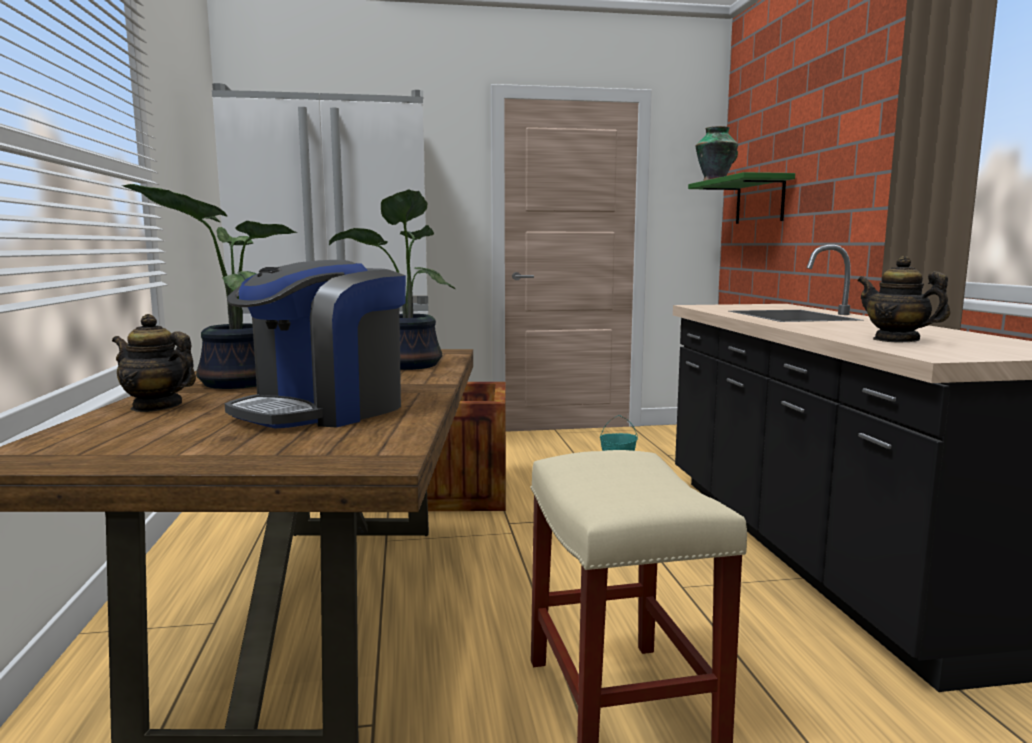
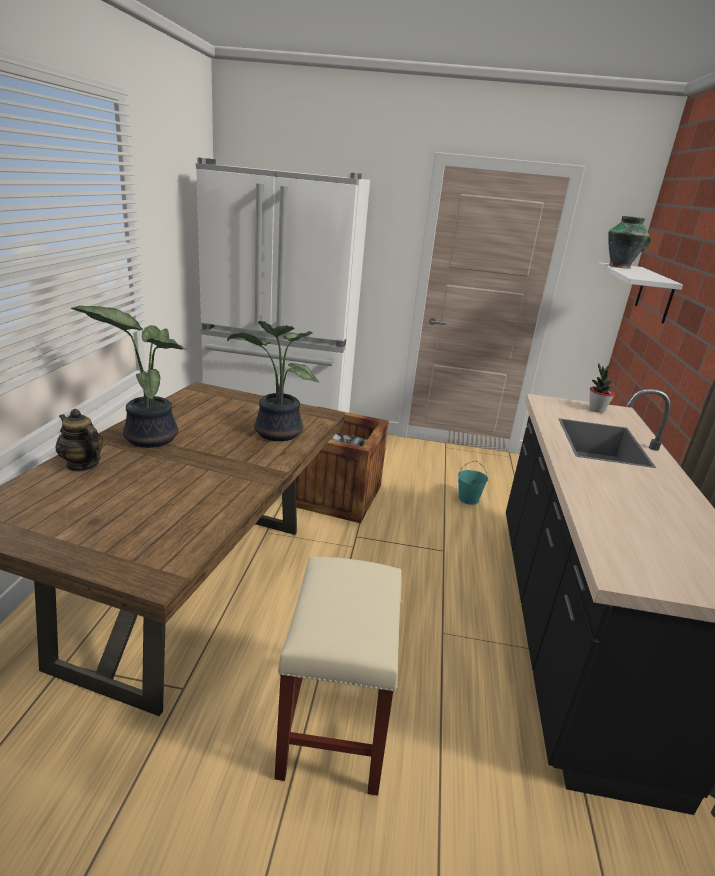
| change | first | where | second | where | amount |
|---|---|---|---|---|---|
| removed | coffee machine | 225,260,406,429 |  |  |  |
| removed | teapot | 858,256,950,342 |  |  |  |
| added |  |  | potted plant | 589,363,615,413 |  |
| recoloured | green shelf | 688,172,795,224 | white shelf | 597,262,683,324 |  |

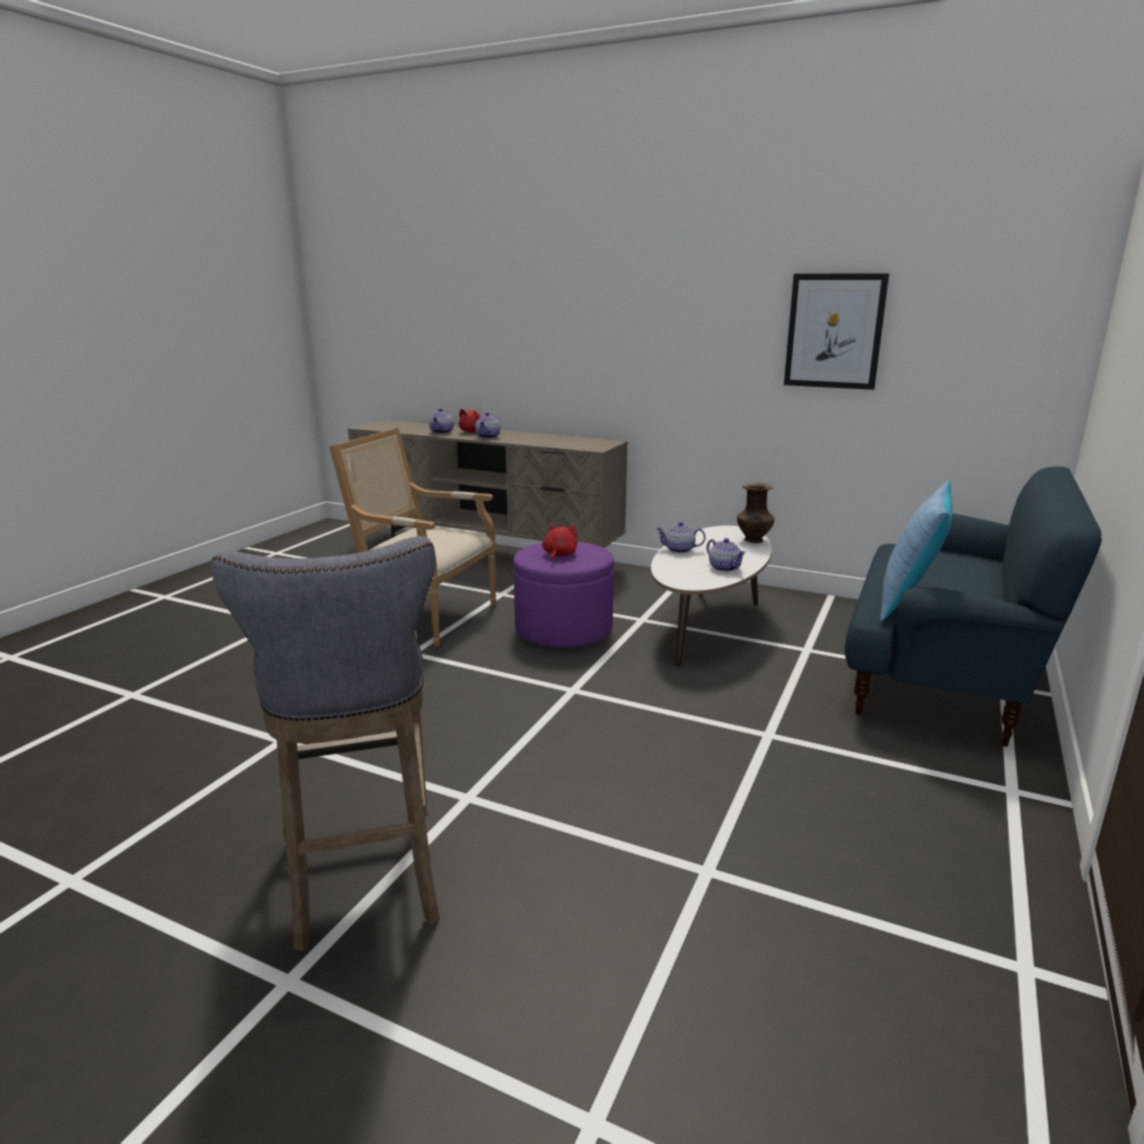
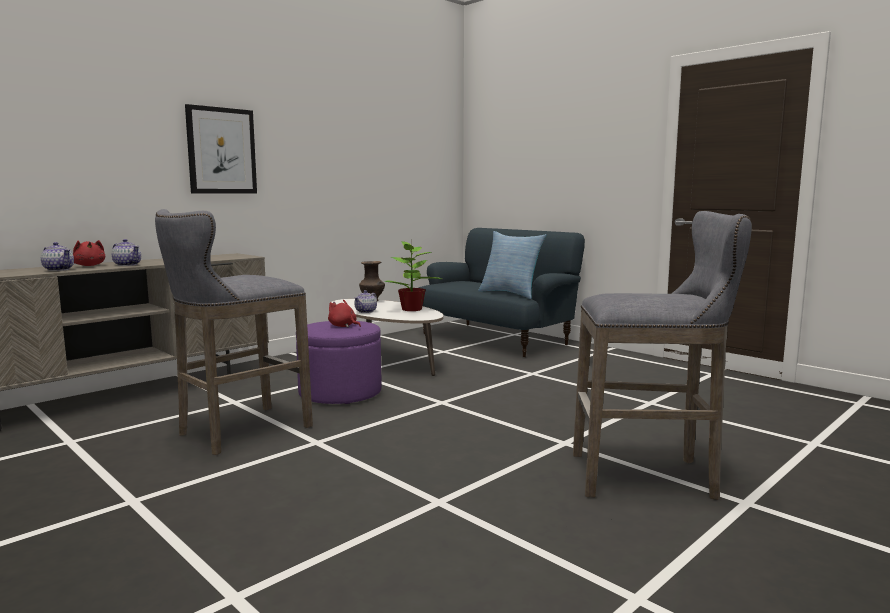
| change | first | where | second | where | amount |
|---|---|---|---|---|---|
| moved | picture | 784,273,889,390 |  | 185,104,257,193 |  |
| replaced | armchair | 329,428,497,647 | grey stool | 155,209,313,455 |  |
| replaced | teapot | 706,538,746,572 | potted plant | 384,238,442,311 |  |

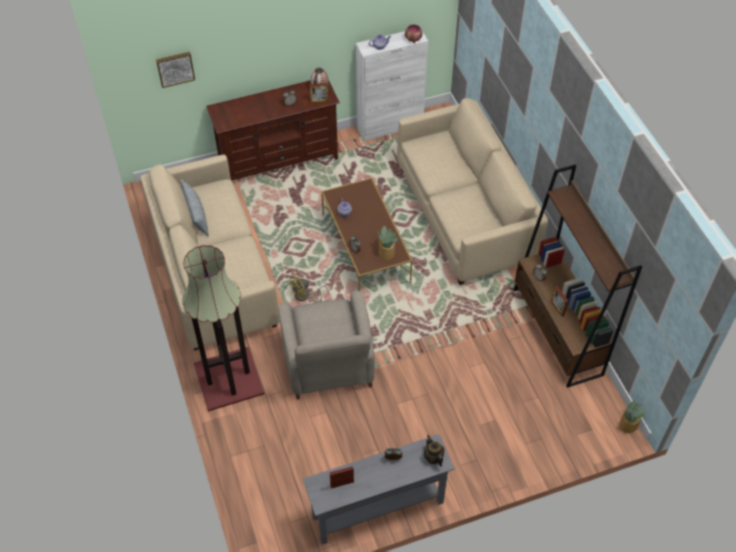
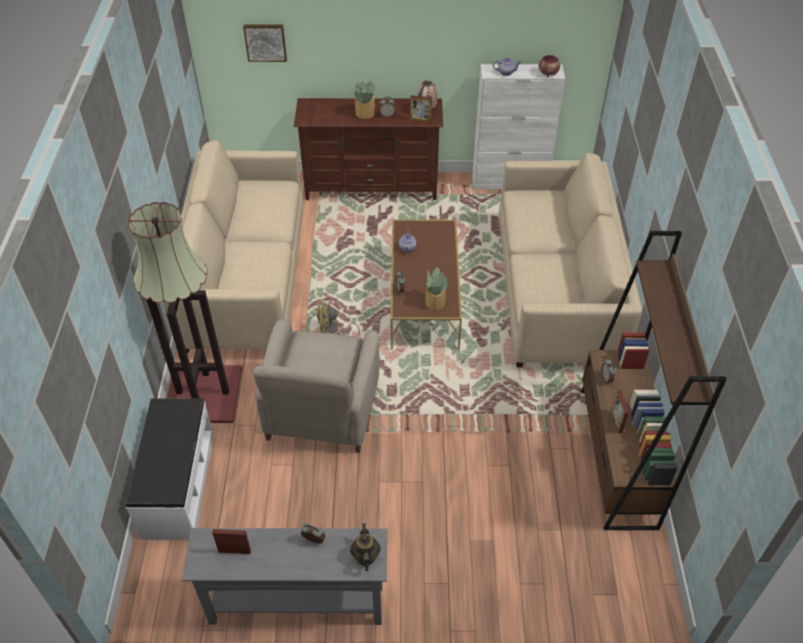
| change | first | where | second | where | amount |
|---|---|---|---|---|---|
| removed | pillow | 181,179,209,237 |  |  |  |
| added |  |  | white bench | 126,398,214,540 |  |
| moved | potted plant | 619,400,645,433 |  | 351,81,375,119 |  |

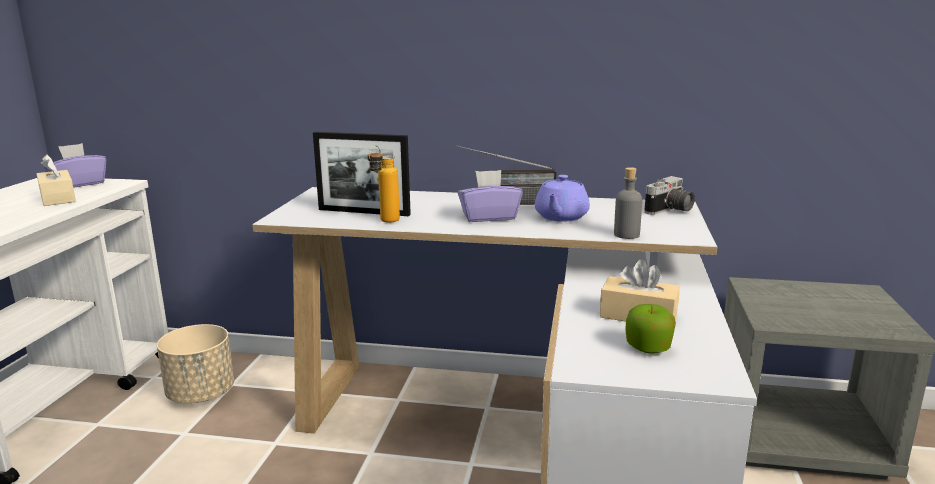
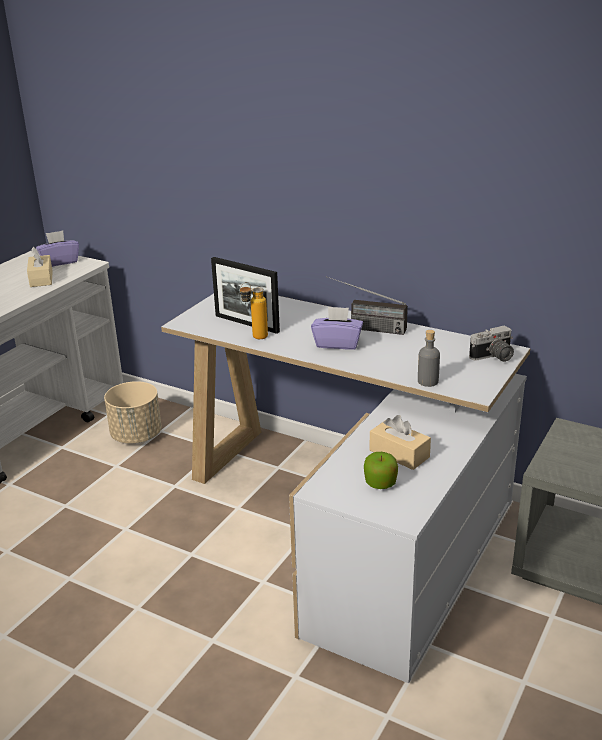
| change | first | where | second | where | amount |
|---|---|---|---|---|---|
| removed | purple teapot | 535,175,590,222 |  |  |  |

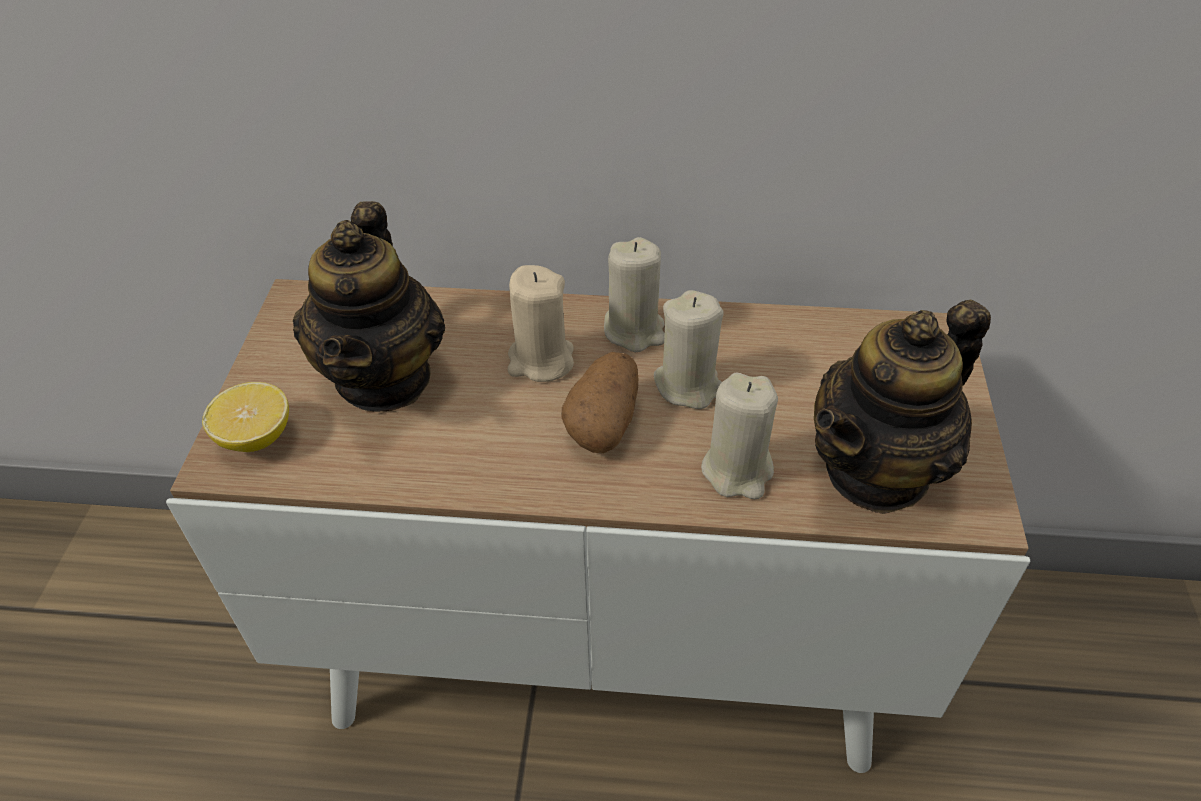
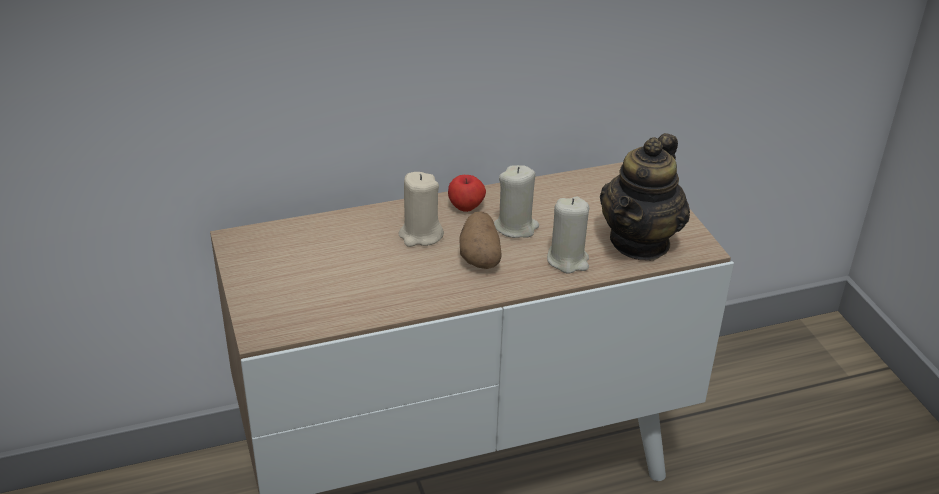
| change | first | where | second | where | amount |
|---|---|---|---|---|---|
| removed | lemon | 202,382,289,452 |  |  |  |
| removed | teapot | 293,201,445,412 |  |  |  |
| replaced | beige candle | 604,237,665,352 | apple | 448,175,486,212 |  |

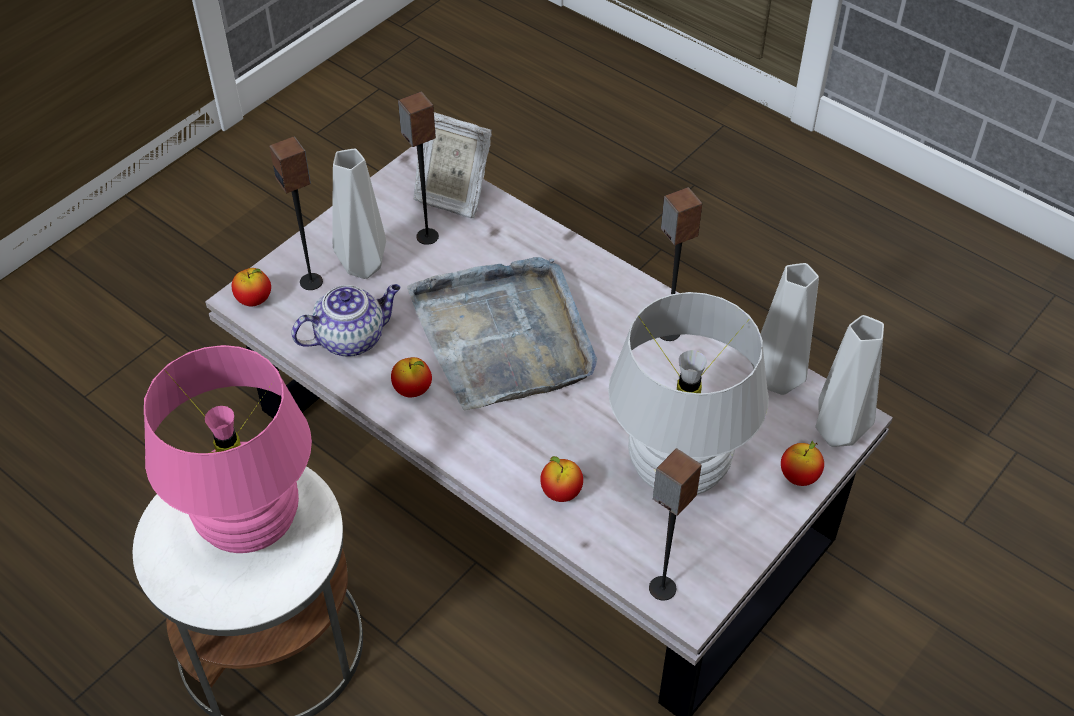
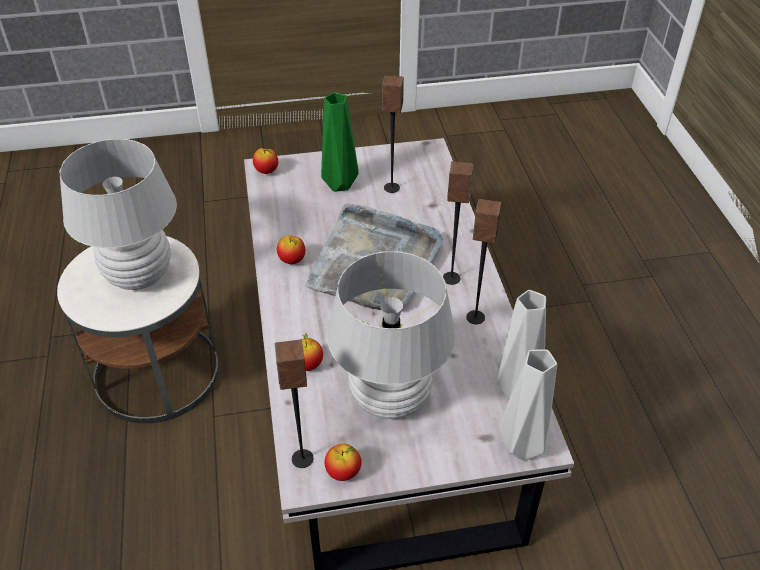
| change | first | where | second | where | amount |
|---|---|---|---|---|---|
| removed | teapot | 291,284,400,357 |  |  |  |
| removed | picture frame | 414,112,492,218 |  |  |  |
| moved | speaker | 269,136,323,290 |  | 443,161,473,285 |  |
| moved | apple | 781,441,824,486 |  | 325,444,362,481 |  |
| recoloured | pink table lamp | 144,345,312,553 | white table lamp | 59,139,177,290 |  |
| recoloured | grey vase | 333,149,386,279 | green vase | 321,92,359,192 |  |

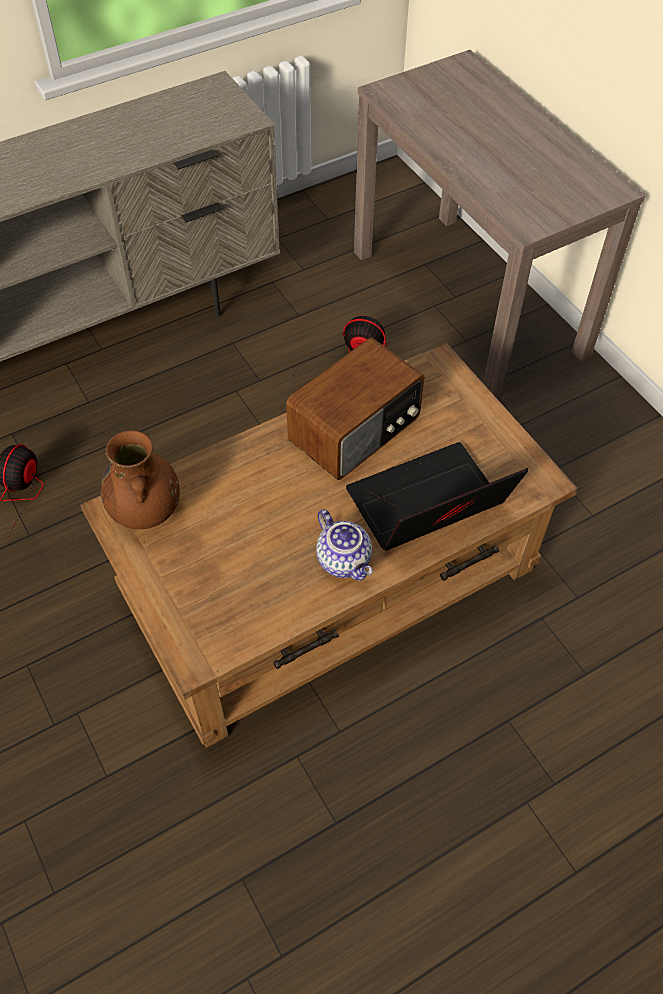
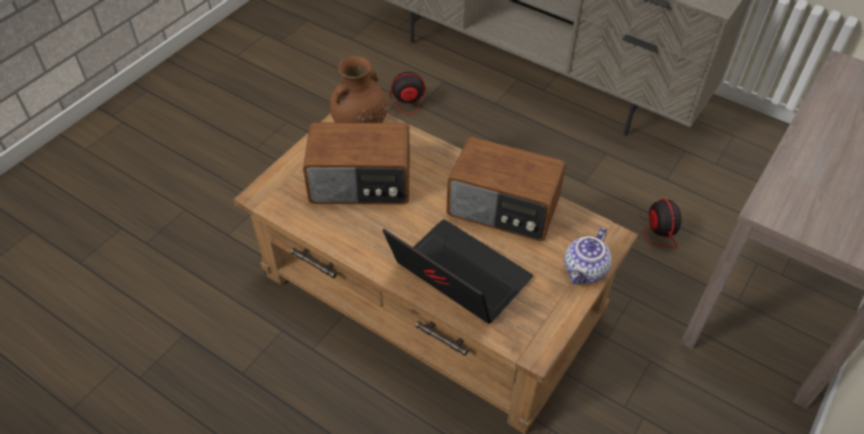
| change | first | where | second | where | amount |
|---|---|---|---|---|---|
| added |  |  | radio | 303,122,410,205 |  |
| moved | teapot | 316,509,372,581 |  | 564,227,612,284 |  |

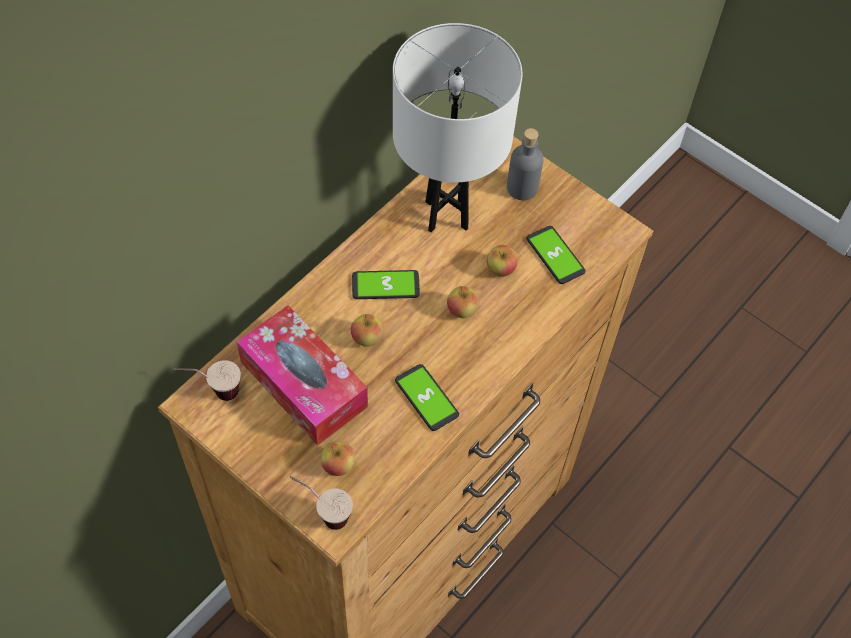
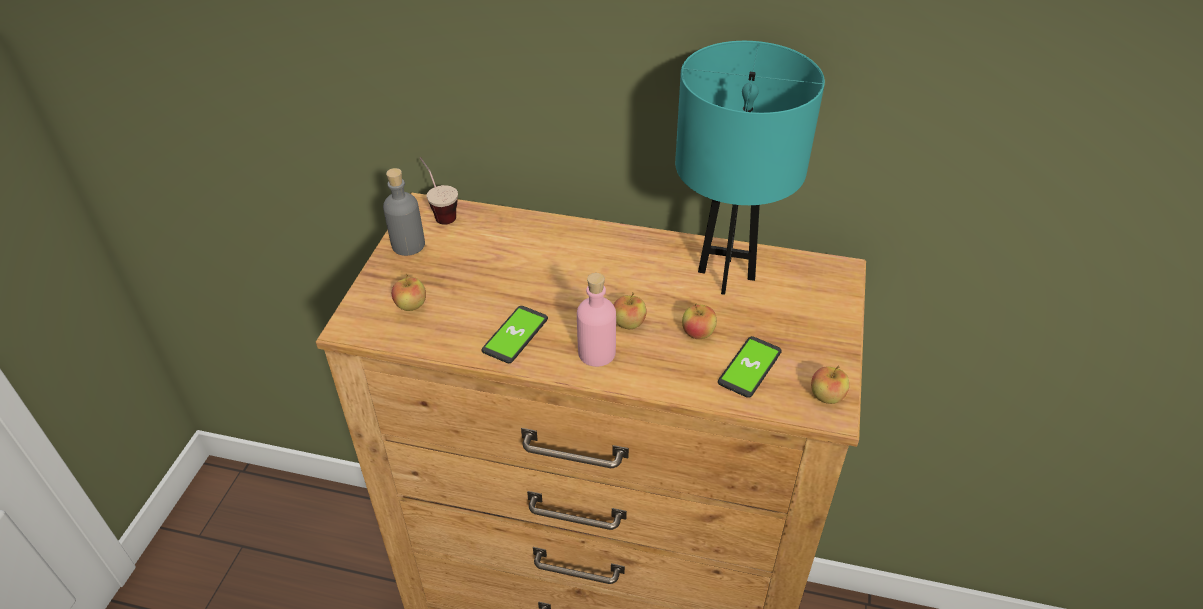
| change | first | where | second | where | amount |
|---|---|---|---|---|---|
| removed | tissue box | 236,305,368,446 |  |  |  |
| removed | cup | 290,476,353,530 |  |  |  |
| removed | phone | 352,270,420,299 |  |  |  |
| added |  |  | pink bottle | 577,273,616,367 |  |
| moved | apple | 351,314,384,347 |  | 811,366,849,404 |  |
| moved | grey bottle | 507,128,544,200 |  | 383,168,425,256 |  |
| recoloured | white table lamp | 393,23,522,232 | turquoise table lamp | 675,41,825,295 |  |

